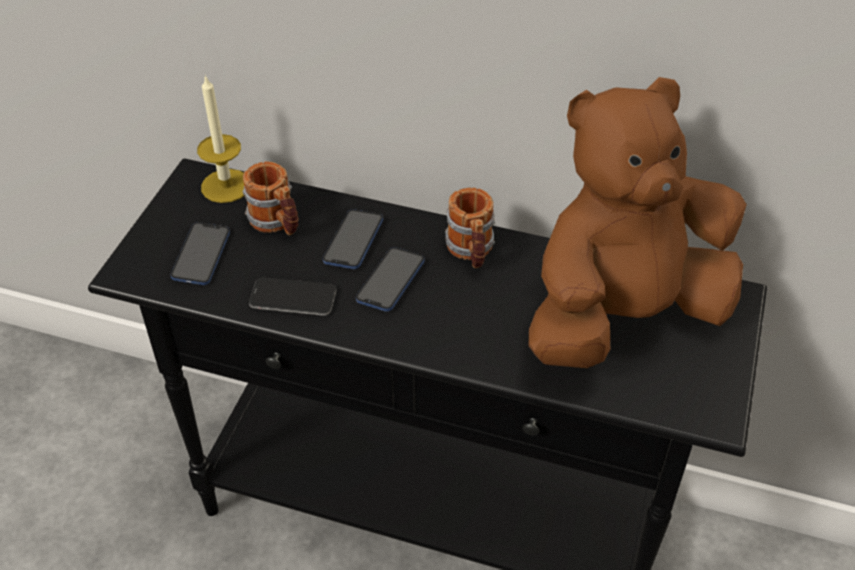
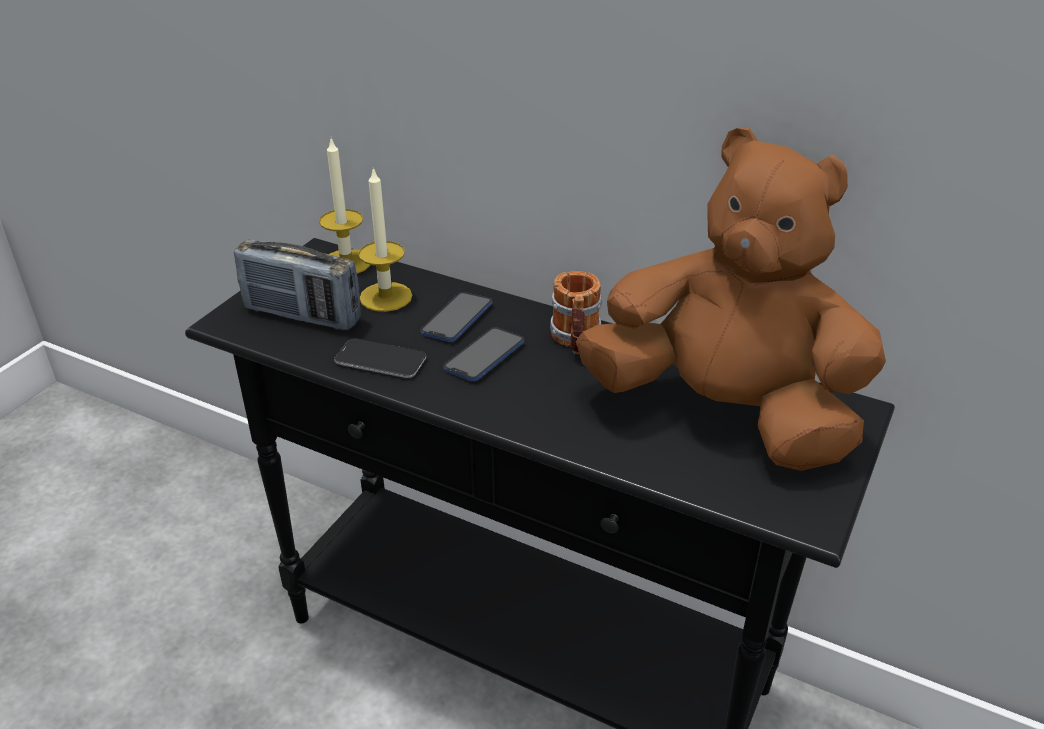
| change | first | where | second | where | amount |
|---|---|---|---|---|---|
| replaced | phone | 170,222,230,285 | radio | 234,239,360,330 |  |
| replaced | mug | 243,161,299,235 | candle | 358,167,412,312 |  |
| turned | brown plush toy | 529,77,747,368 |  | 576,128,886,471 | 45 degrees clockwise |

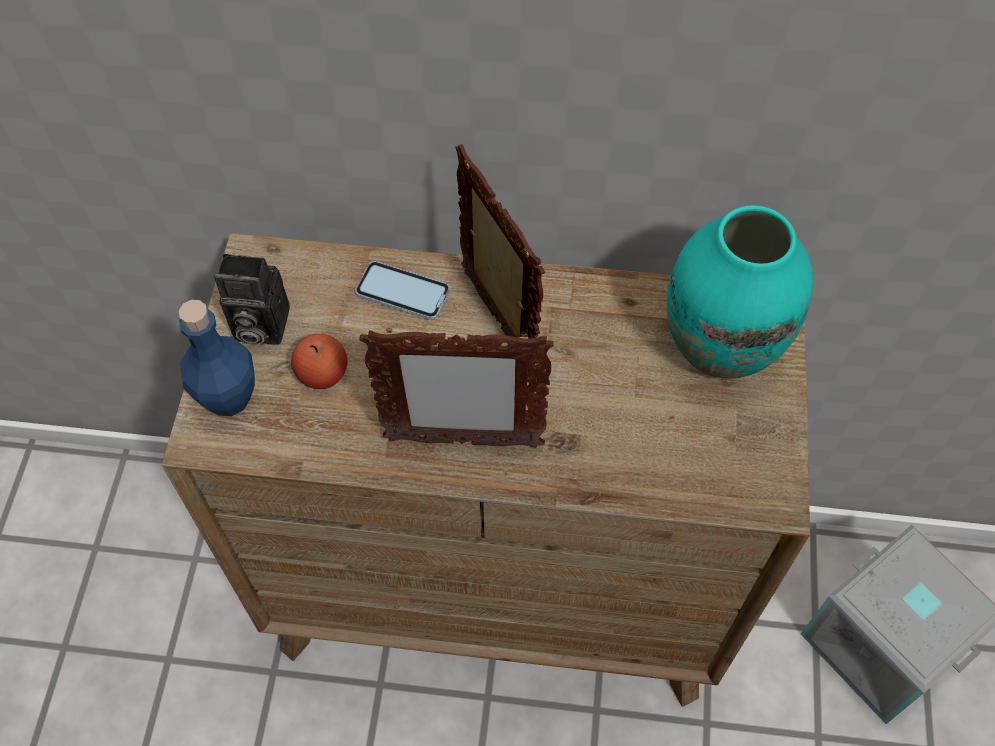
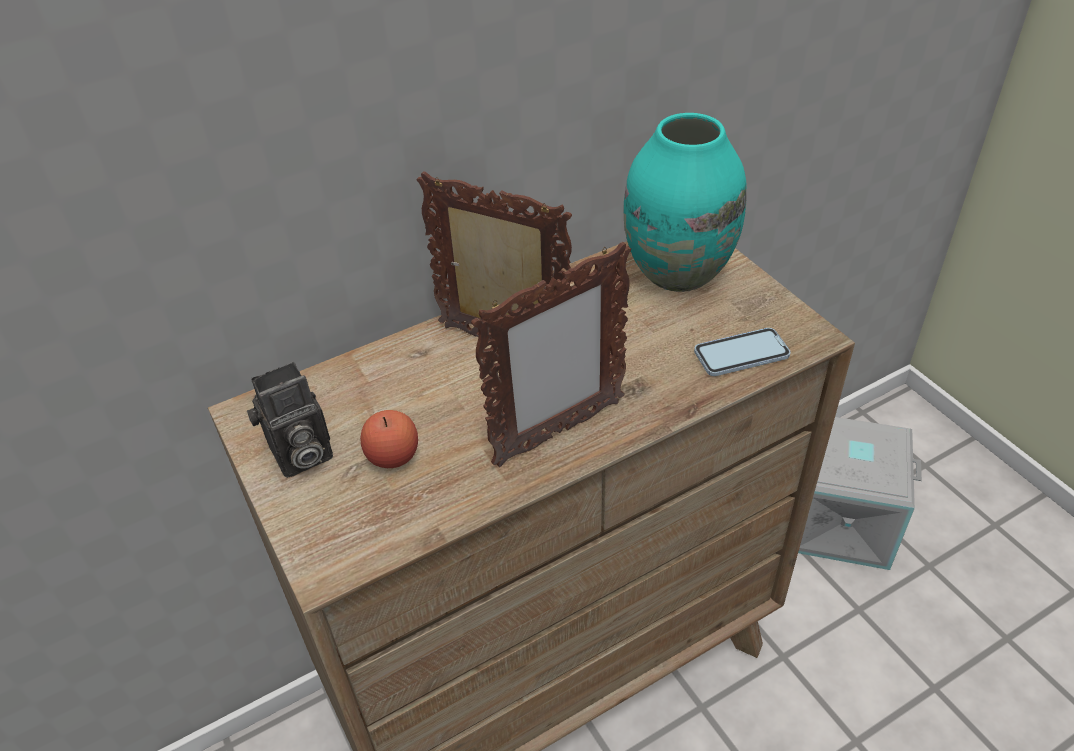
| change | first | where | second | where | amount |
|---|---|---|---|---|---|
| removed | blue bottle | 179,300,255,416 |  |  |  |
| moved | phone | 355,261,450,320 |  | 694,328,791,376 |  |

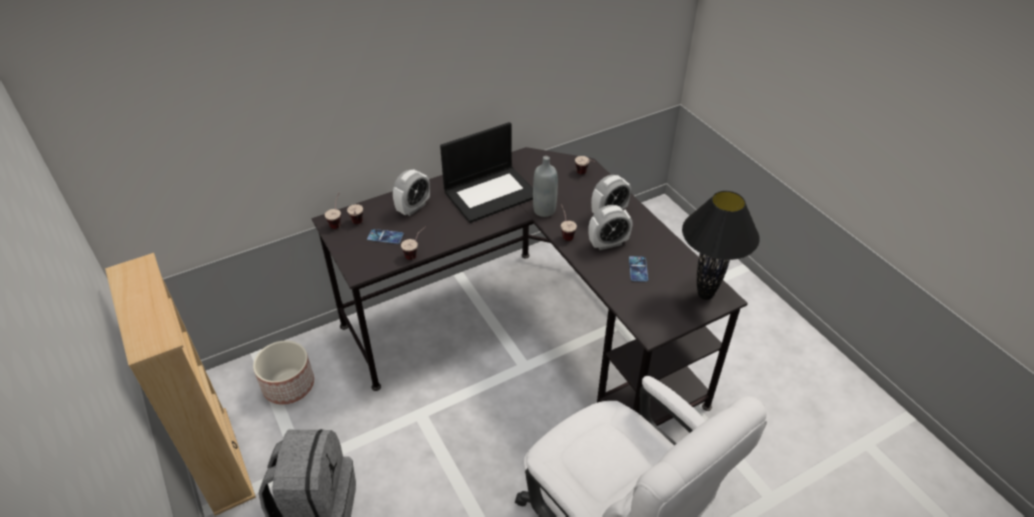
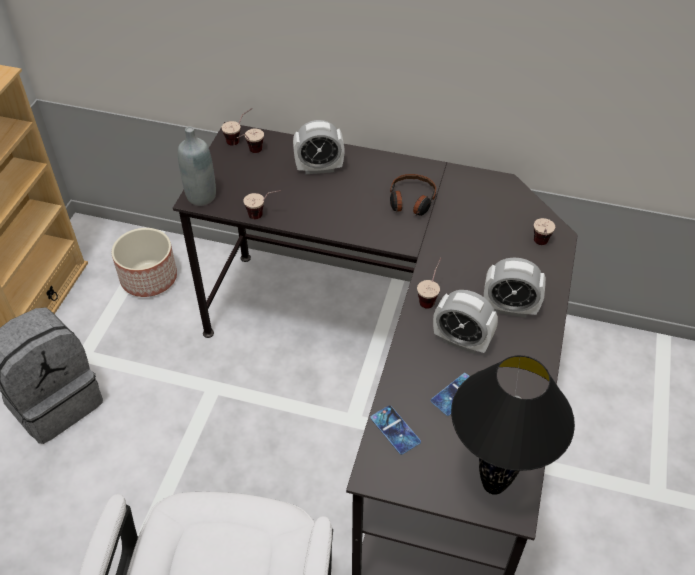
| change | first | where | second | where | amount |
|---|---|---|---|---|---|
| moved | phone | 367,229,404,244 |  | 370,405,421,455 |  |
| moved | grey bottle | 533,156,558,217 |  | 178,127,216,206 |  |
| replaced | laptop | 440,122,533,223 | headphones | 390,174,436,216 |  |

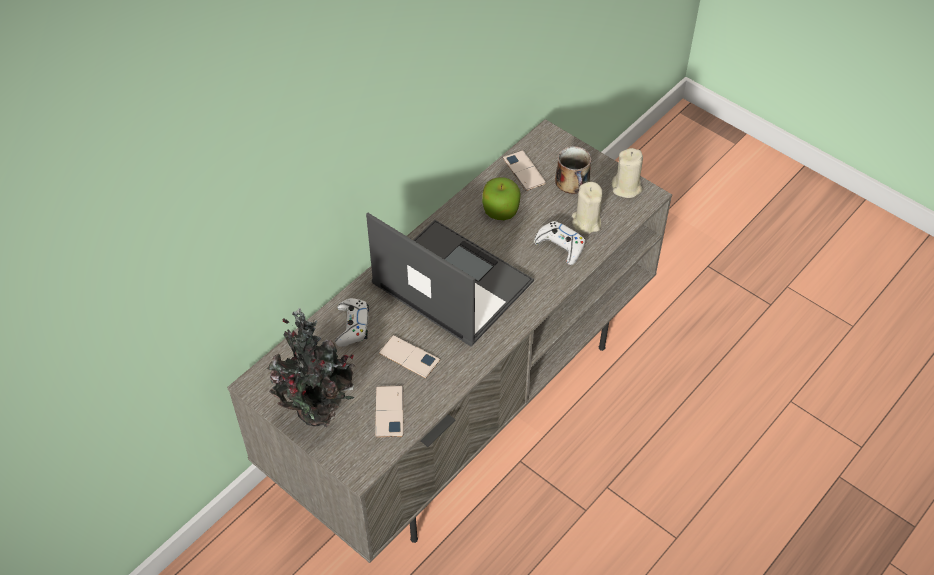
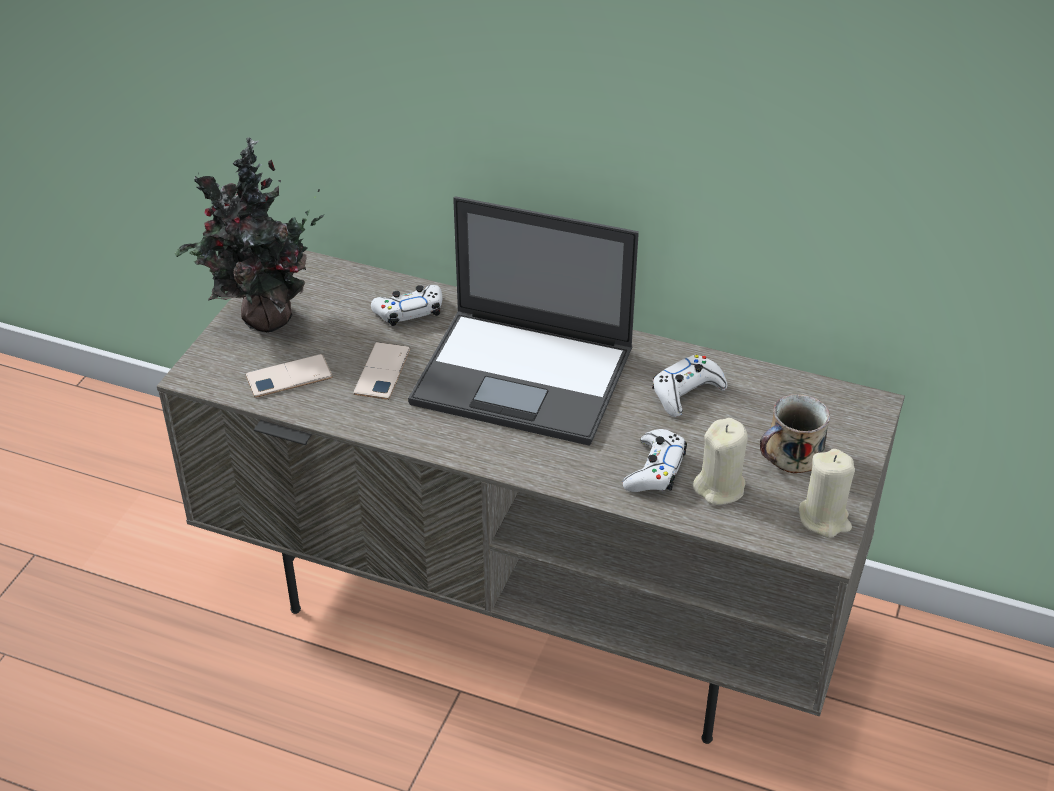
| change | first | where | second | where | amount |
|---|---|---|---|---|---|
| removed | phone | 503,150,546,191 |  |  |  |
| replaced | apple | 482,177,520,220 | white game controller | 652,355,727,417 |  |
| turned | laptop | 366,212,534,346 |  | 408,196,639,446 | 90 degrees clockwise |

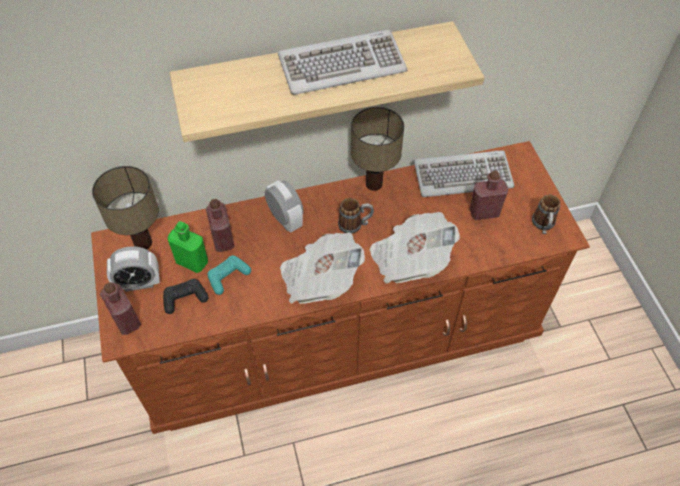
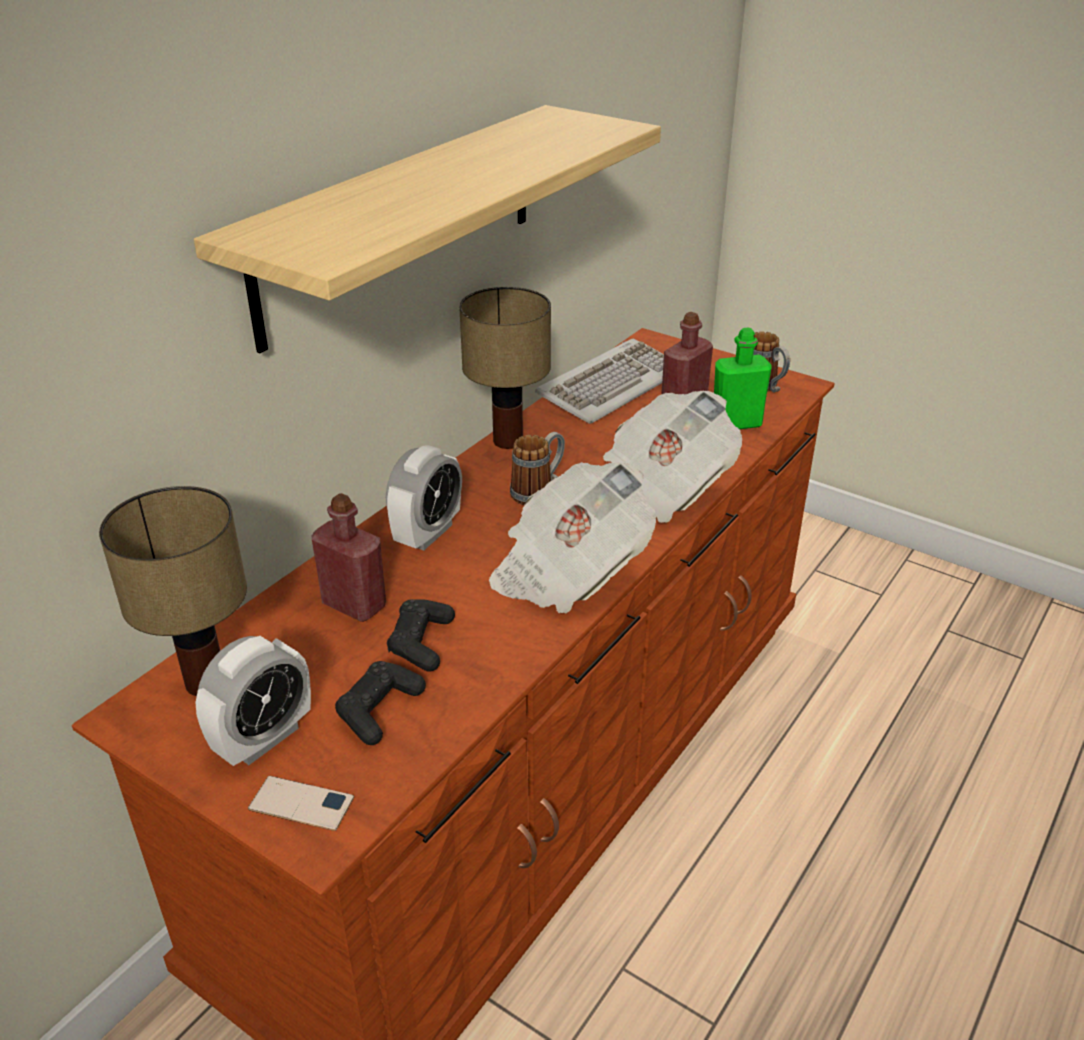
| change | first | where | second | where | amount |
|---|---|---|---|---|---|
| removed | keyboard | 278,30,407,95 |  |  |  |
| moved | green bottle | 168,221,208,273 |  | 714,328,771,429 |  |
| replaced | red bottle | 100,282,141,335 | phone | 248,776,354,831 |  |
| recoloured | turquoise game controller | 208,256,251,295 | black game controller | 387,599,455,672 |  |
| turned | alarm clock | 265,180,304,233 |  | 386,445,462,551 | 105 degrees clockwise |

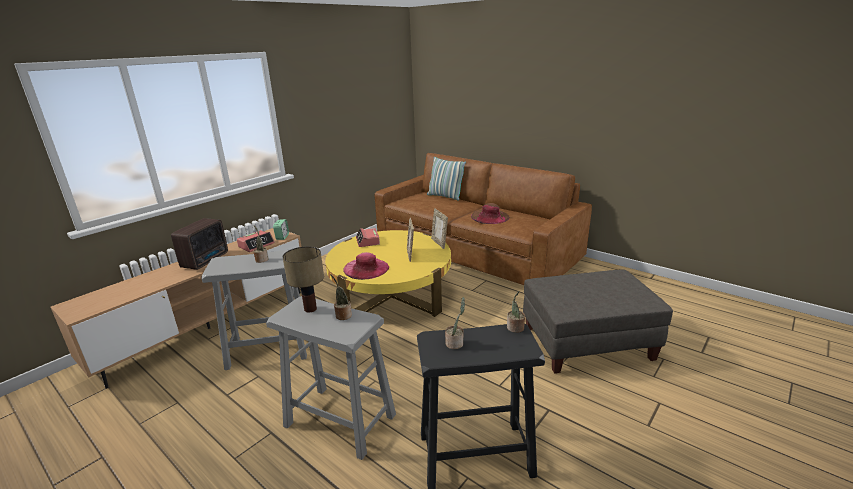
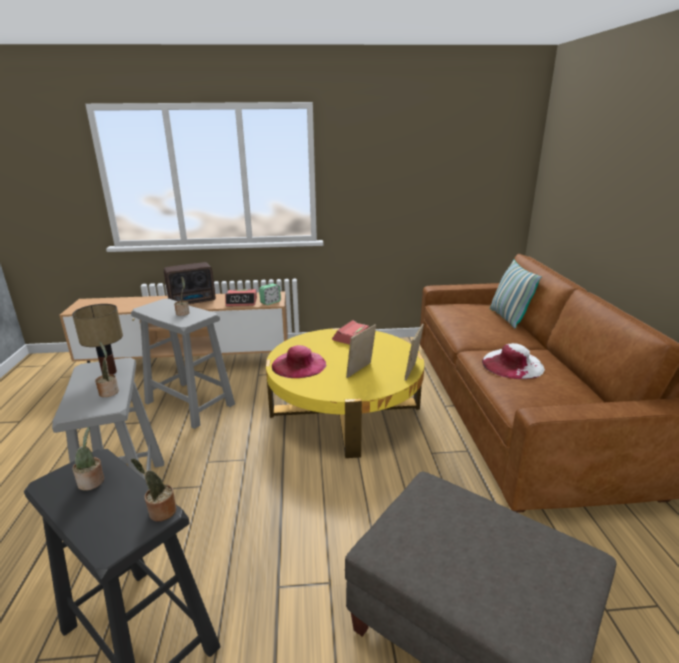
| change | first | where | second | where | amount |
|---|---|---|---|---|---|
| recoloured | brown hat | 471,203,510,224 | white hat | 482,343,545,379 |  |

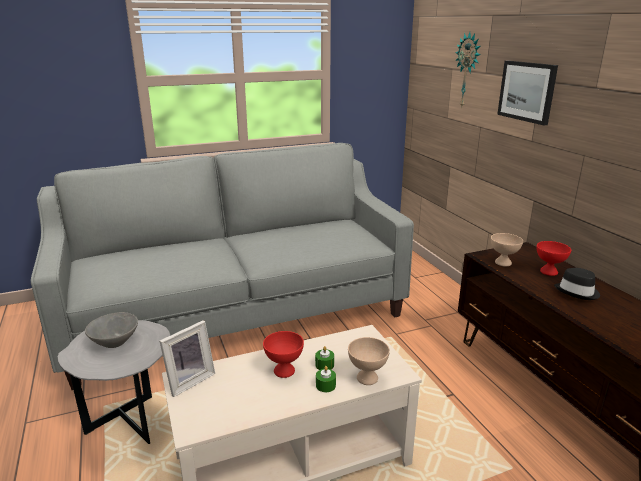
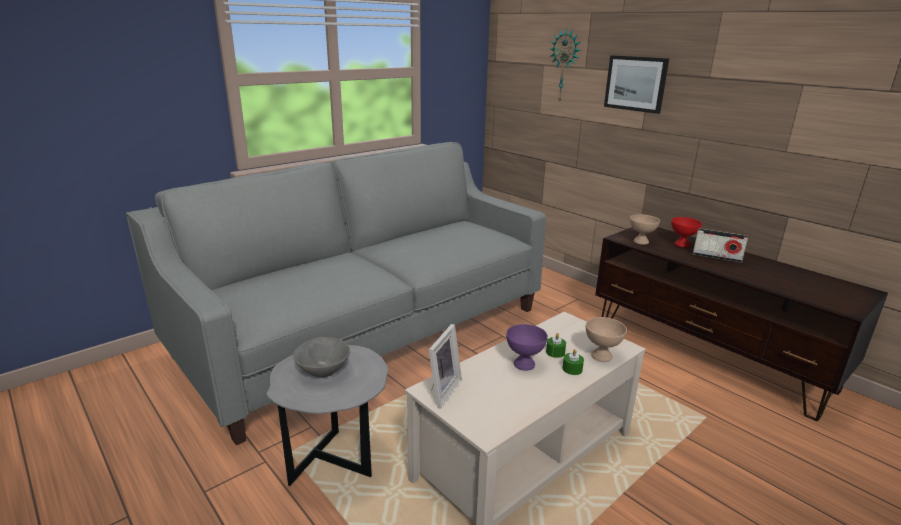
| change | first | where | second | where | amount |
|---|---|---|---|---|---|
| replaced | black hat | 554,268,600,300 | radio | 693,228,748,263 |  |
| recoloured | red bowl | 263,331,304,378 | purple bowl | 506,324,548,371 |  |

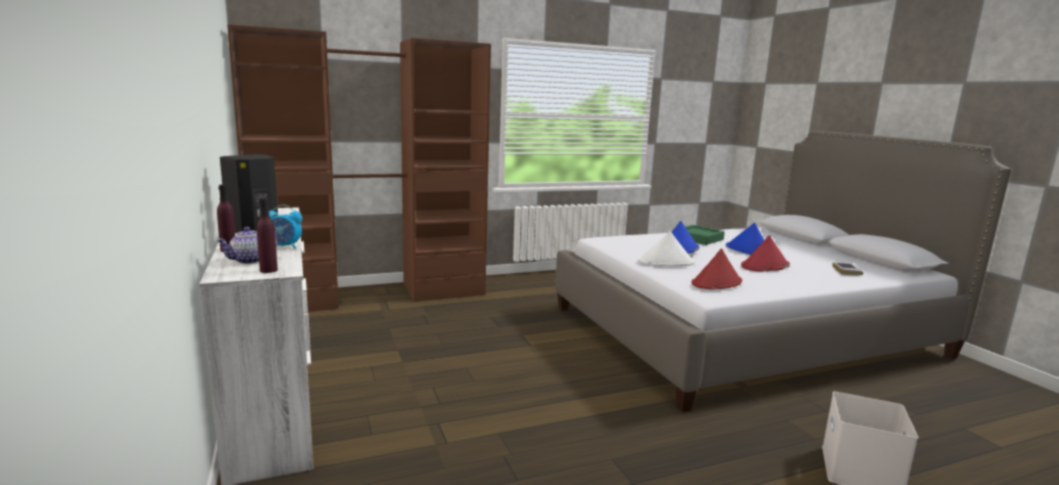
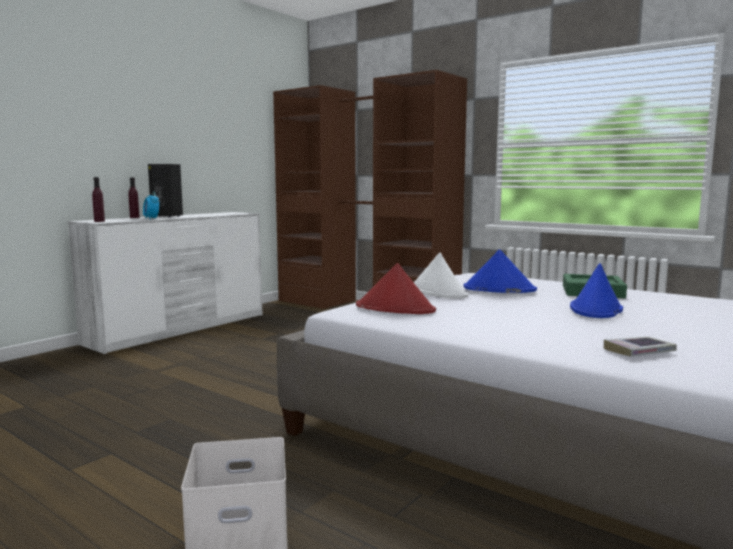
| change | first | where | second | where | amount |
|---|---|---|---|---|---|
| removed | teapot | 216,227,278,264 |  |  |  |
| removed | red hat | 741,235,790,272 |  |  |  |

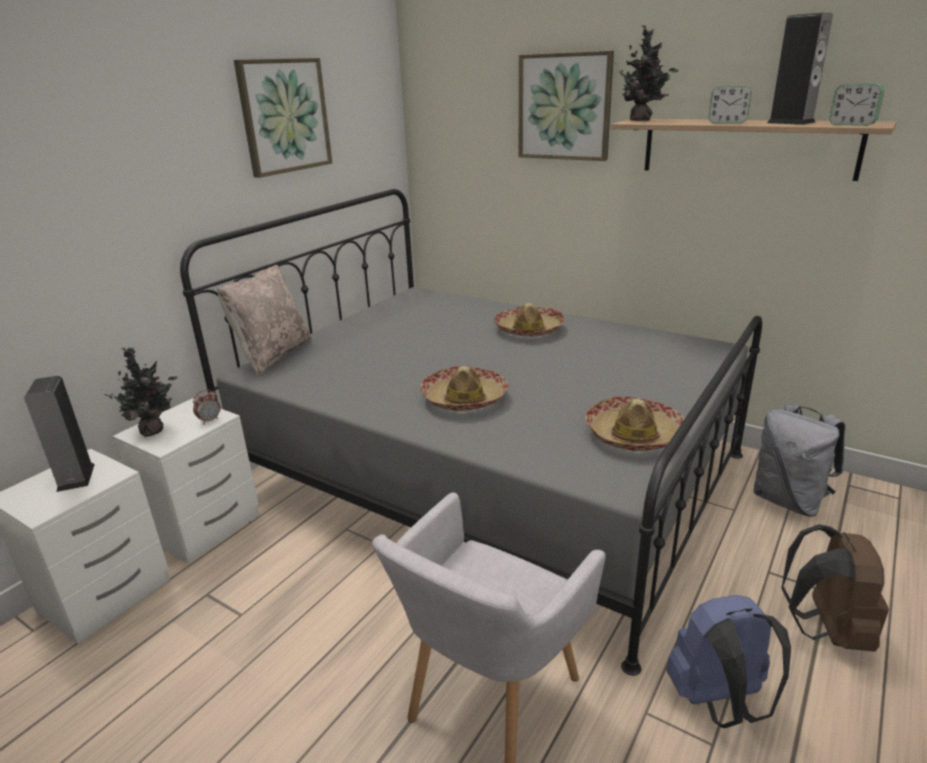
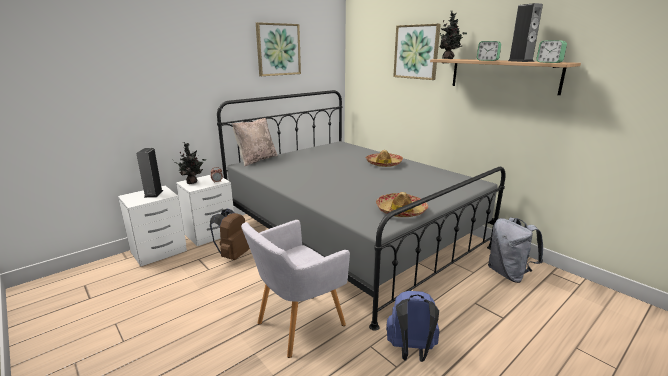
| change | first | where | second | where | amount |
|---|---|---|---|---|---|
| removed | hat | 420,366,509,411 |  |  |  |
| moved | brown backpack | 781,524,889,652 |  | 210,209,250,260 |  |

